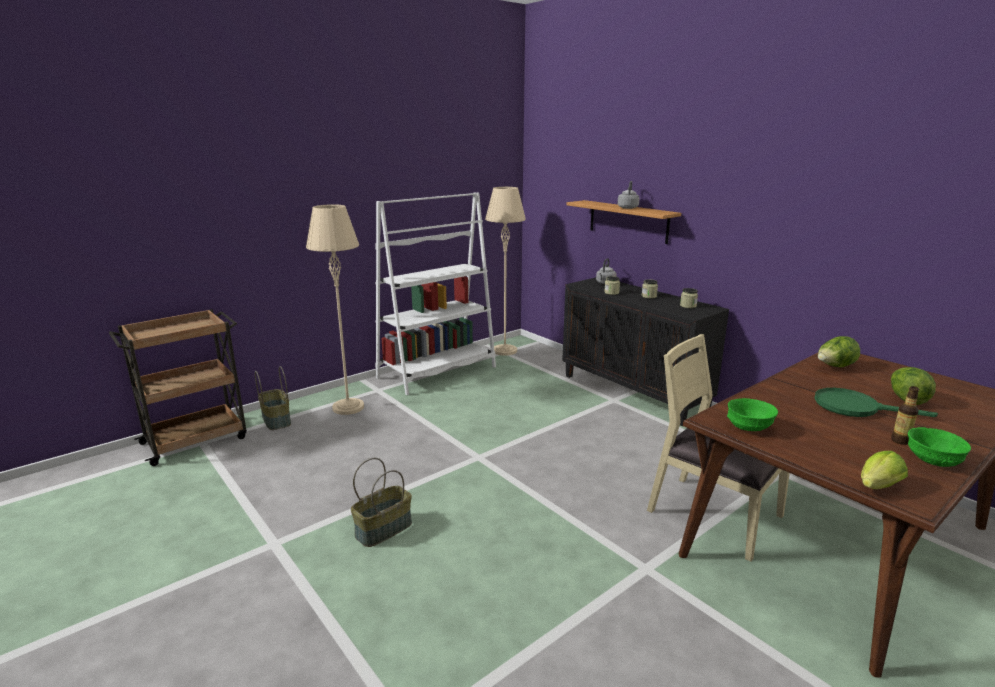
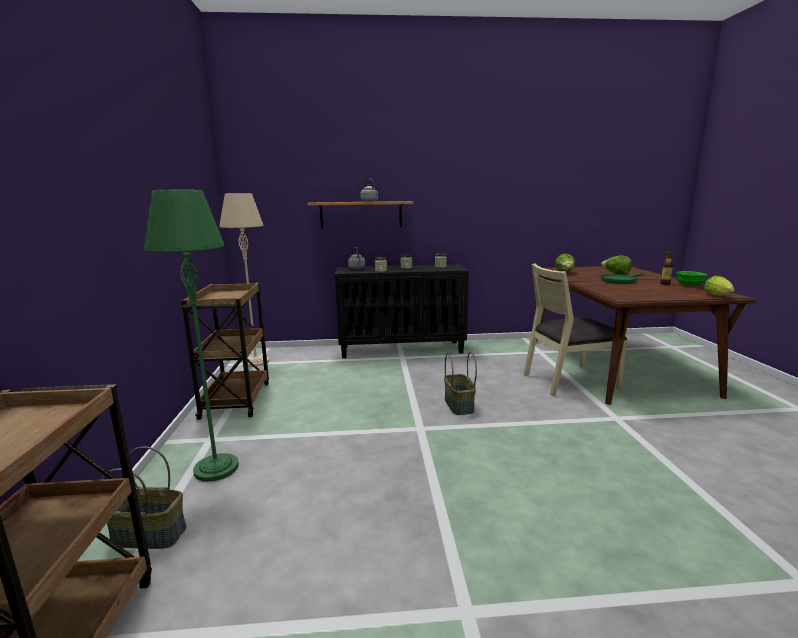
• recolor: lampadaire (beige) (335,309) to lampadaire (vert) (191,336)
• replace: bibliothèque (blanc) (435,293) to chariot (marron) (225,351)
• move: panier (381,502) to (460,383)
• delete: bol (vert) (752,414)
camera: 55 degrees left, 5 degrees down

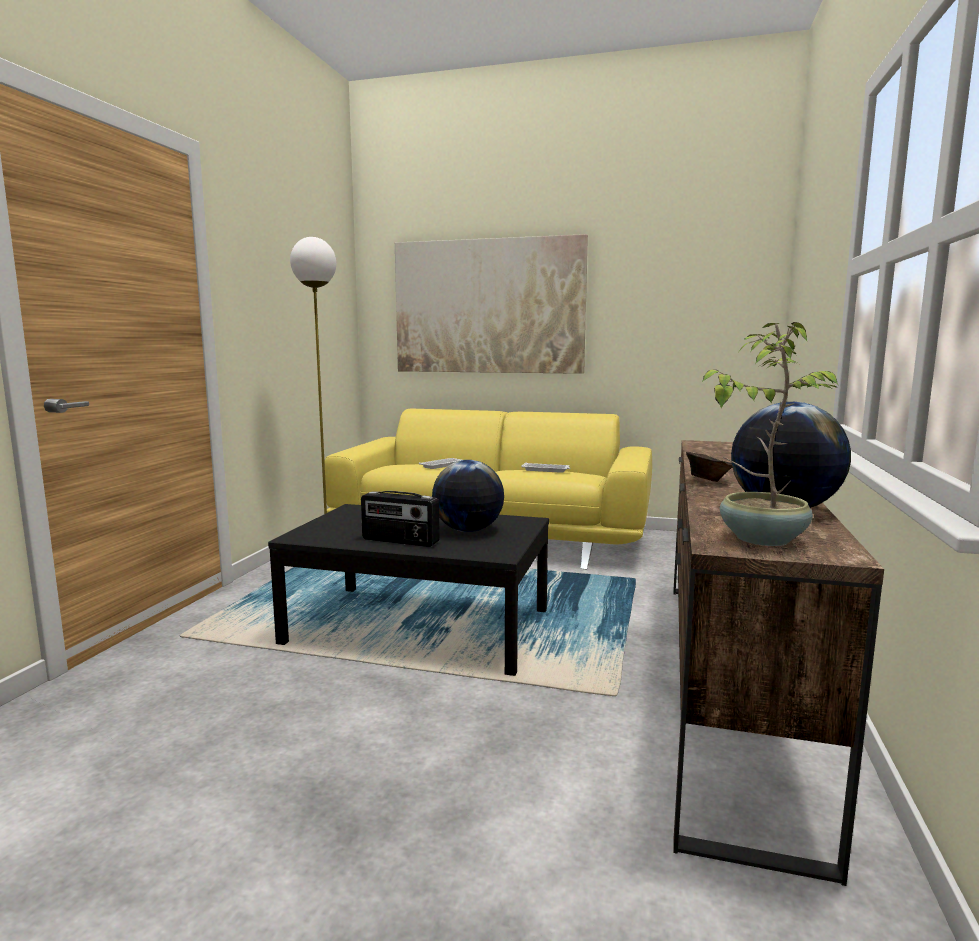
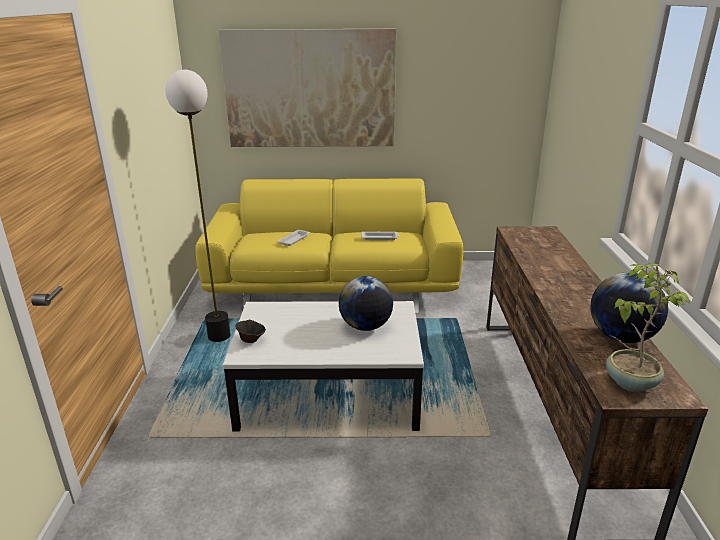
• recolor: table basse (noir) (408,590) to table basse (blanc) (323,366)
• move: bol (marron) (709,467) to (250,331)
• delete: radio (400,519)
camera: 15 degrees left, 15 degrees up

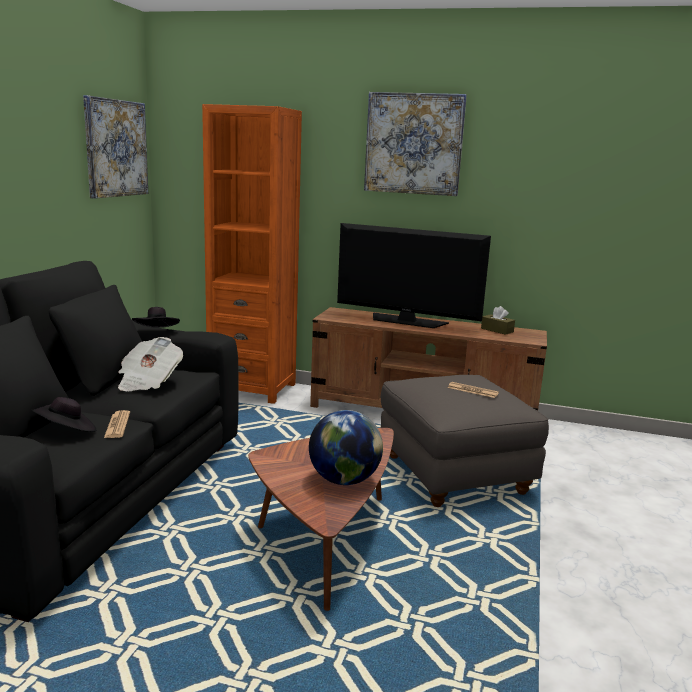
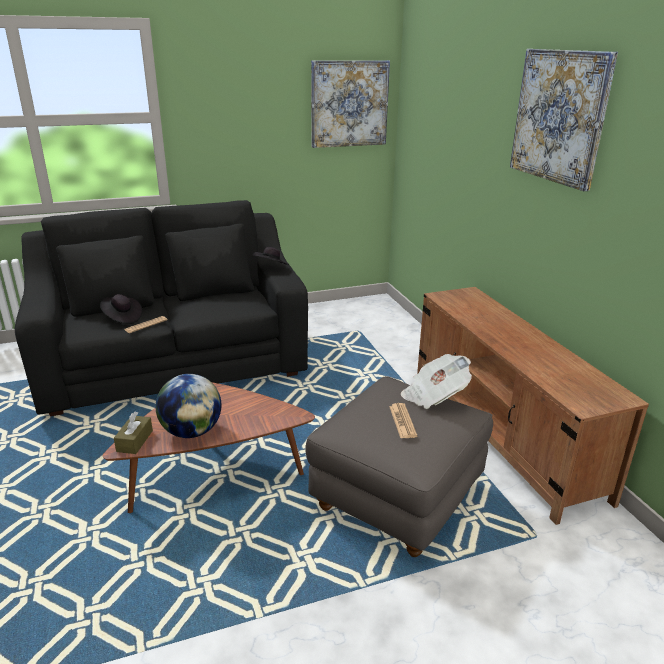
• move: boîte à mouchoirs (marron) (498,320) to (133,433)
• move: journal (150,364) to (436,381)
• delete: bibliothèque (orange) (252,254)
• delete: téléviseur (414,275)
camera: 55 degrees right, 10 degrees up

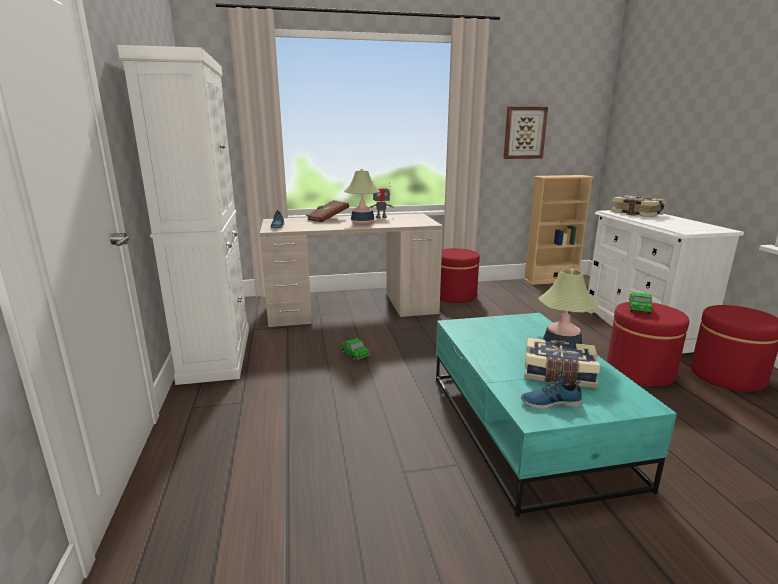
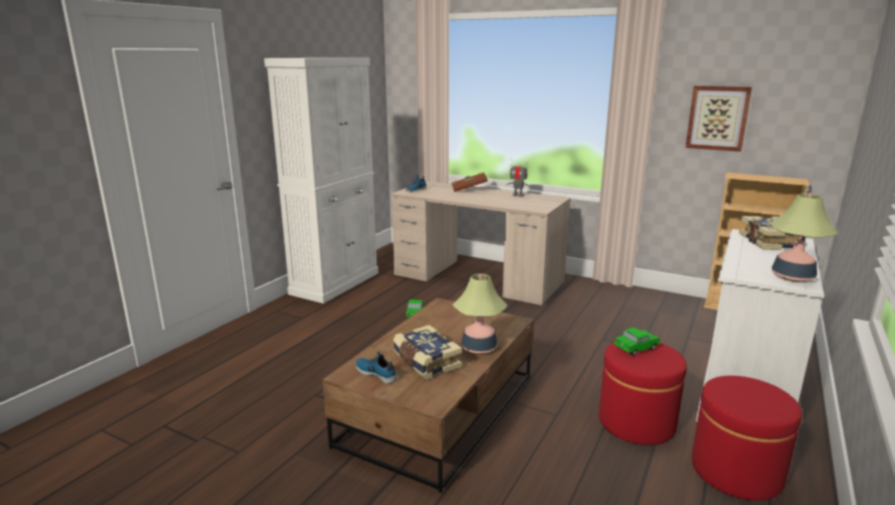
• recolor: table basse (turquoise) (556,415) to table basse (marron) (428,395)
• move: lampe de table (362,196) to (804,237)
• delete: pouf (rouge) (460,275)
camera: 40 degrees right, 0 degrees up

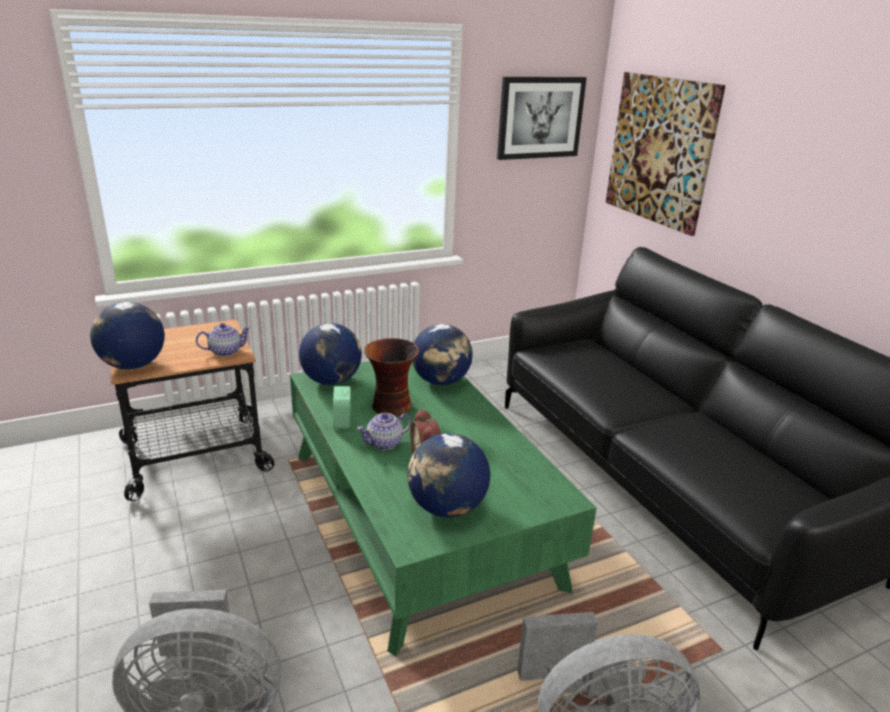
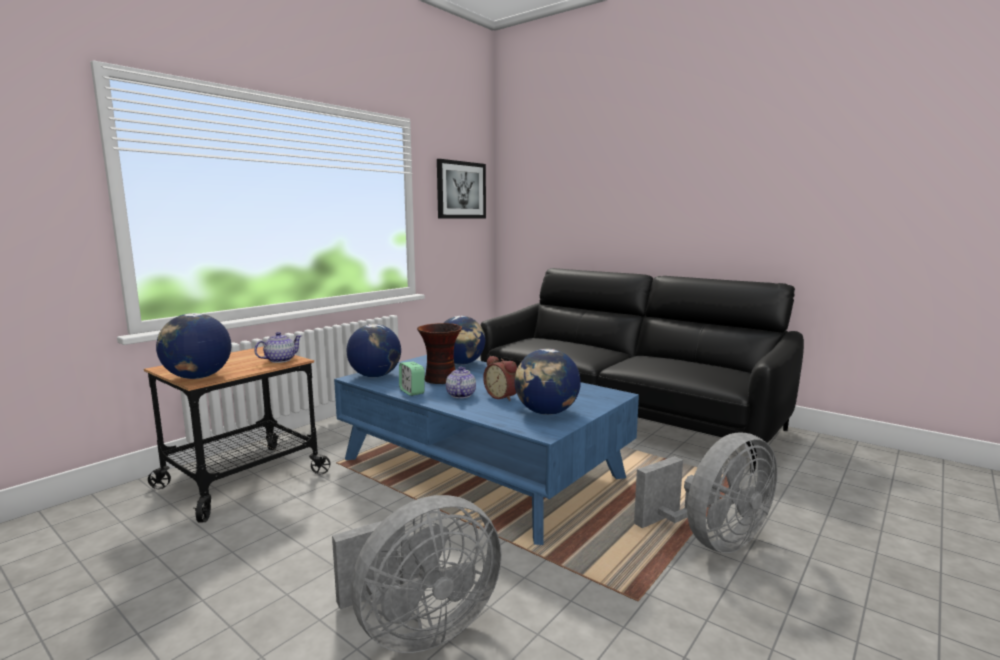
• recolor: table basse (vert) (443,508) to table basse (bleu) (486,450)
• rotate: théière (384,431) = (461,382) 150 degrees clockwise
• delete: tableau (666,154)
camera: 25 degrees left, 15 degrees down

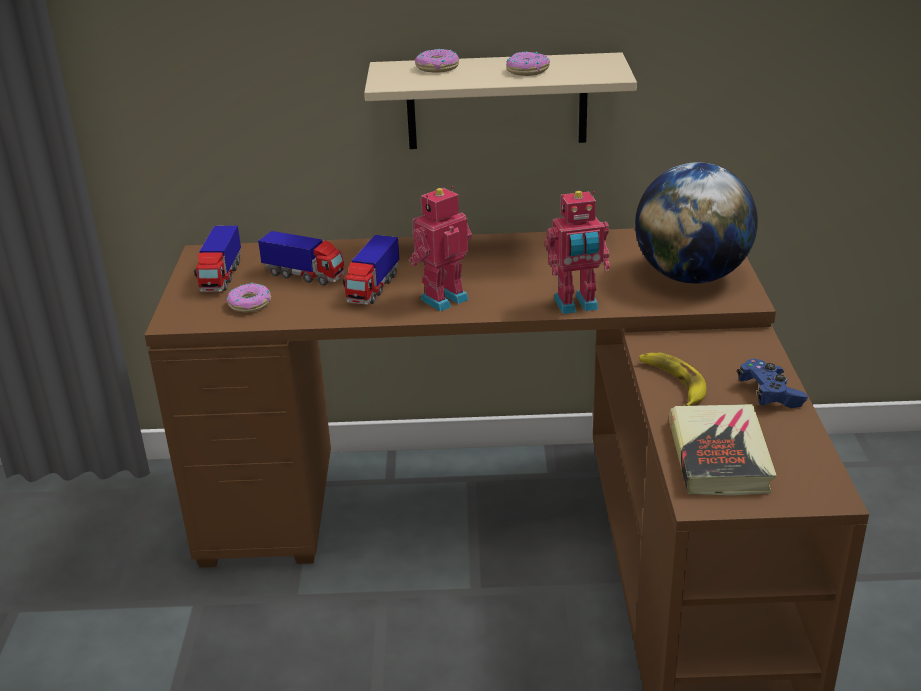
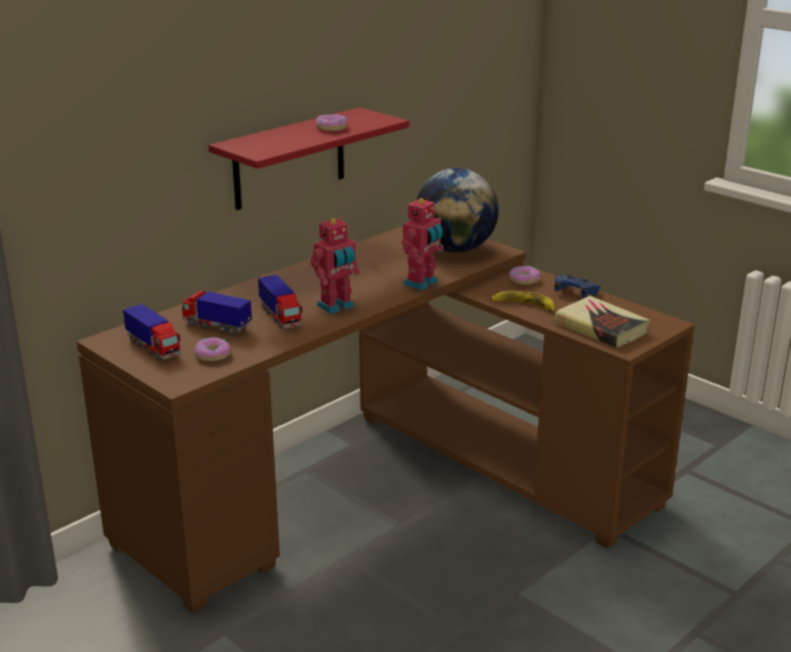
• rotate: camion jouet (301,258) = (217,313) 135 degrees counterclockwise
• recolor: étagère (beige) (500,100) to étagère (rouge) (308,158)
• rotate: robot jouet (440,249) = (335,265) 135 degrees counterclockwise
• move: beignet (437,61) to (525,275)
camera: 45 degrees left, 5 degrees down

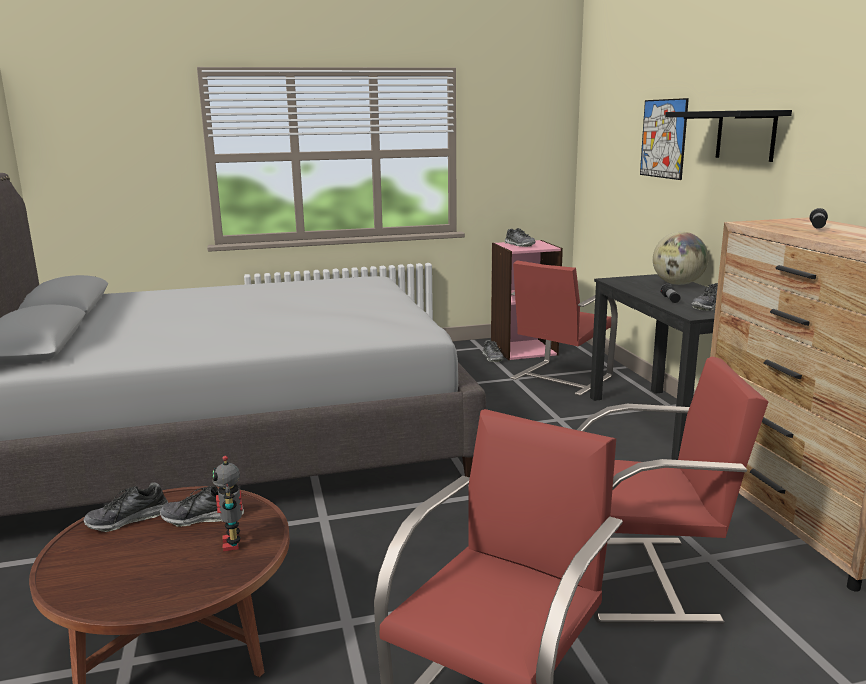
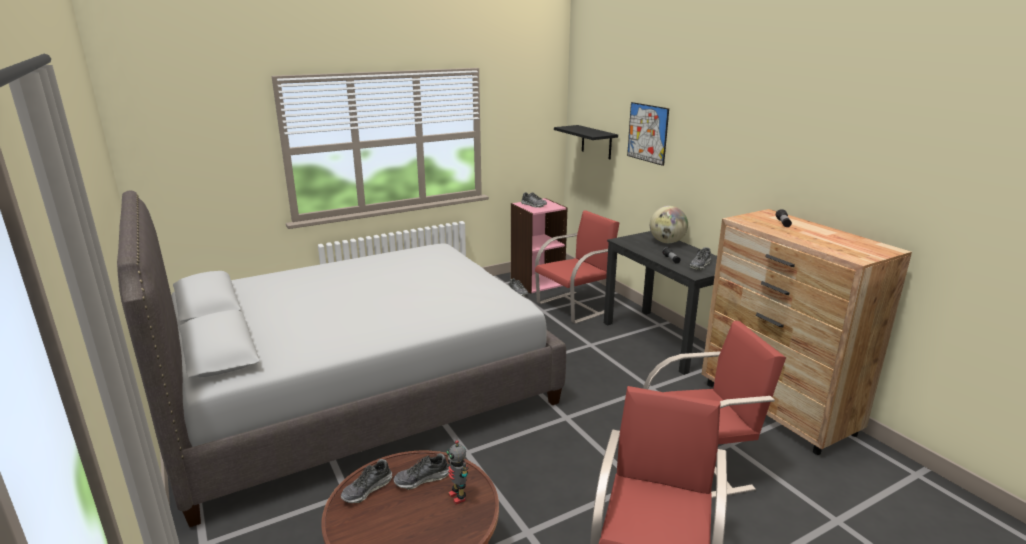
• rotate: chaise (rouge) (564,328) = (577,267) 150 degrees counterclockwise
• move: étagère (noir) (728,136) to (586,142)
camera: 15 degrees left, 5 degrees up

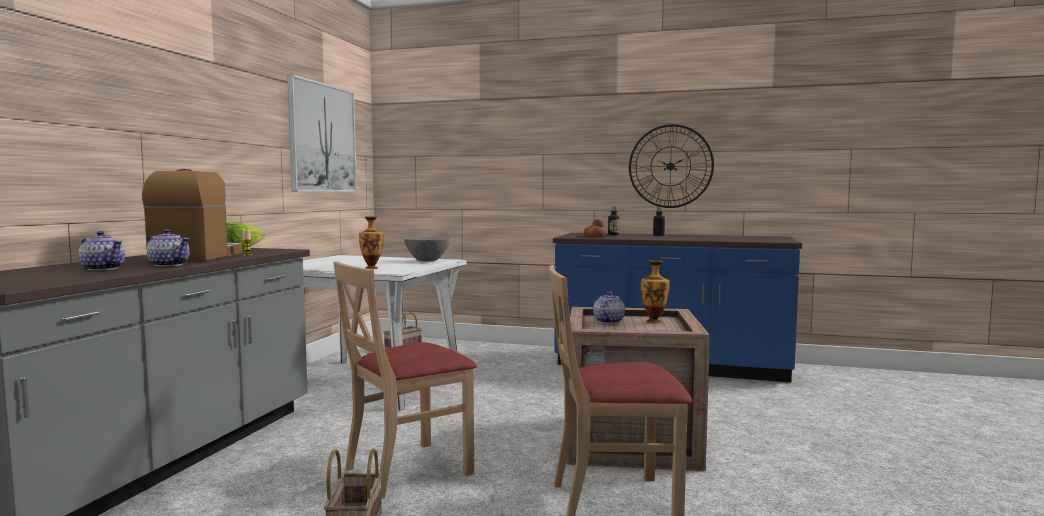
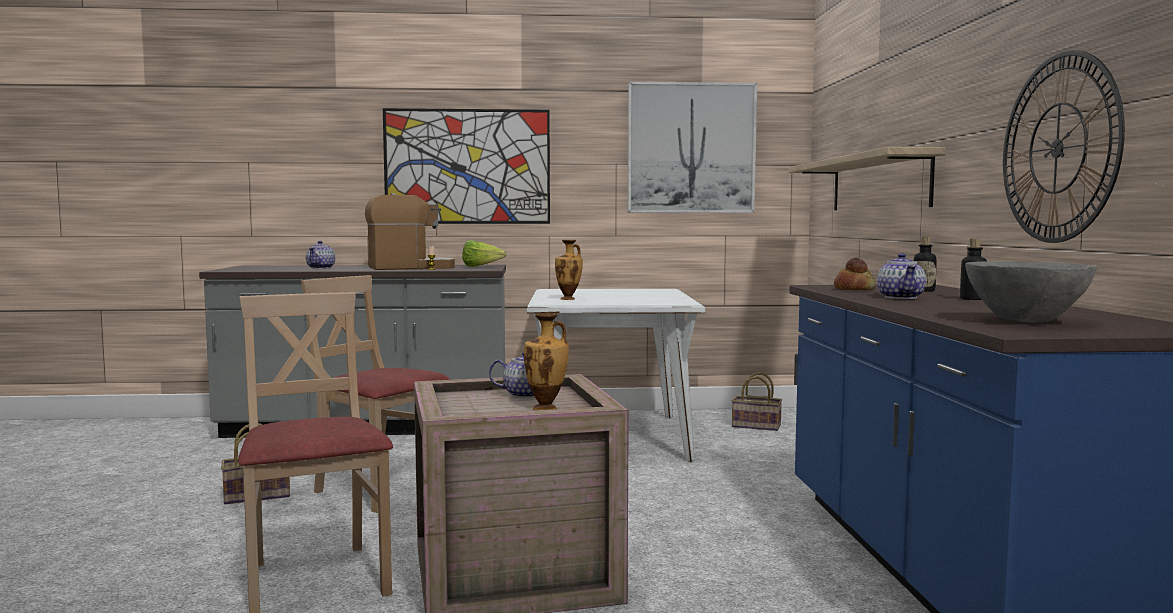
• insert: tableau (466,166)
• insert: étagère (867,178)
• move: théière (168,248) to (901,276)
• move: bol (gris) (427,249) to (1031,292)
camera: 70 degrees right, 0 degrees up

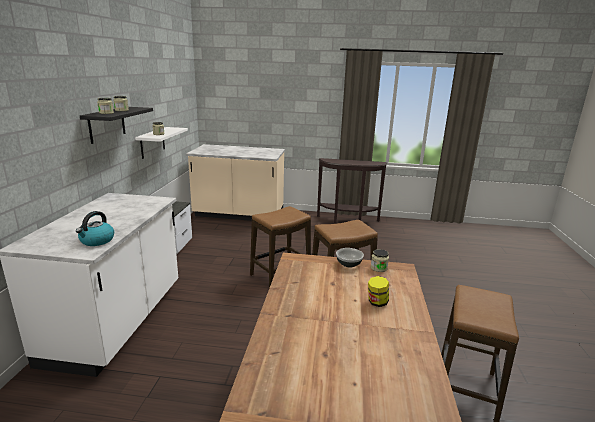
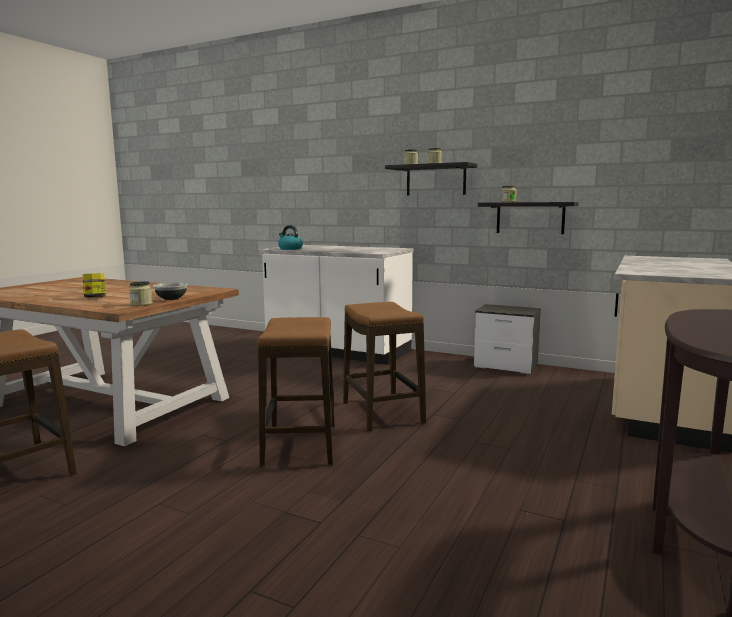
• recolor: étagère (blanc) (161,143) to étagère (noir) (528,218)
camera: 110 degrees right, 10 degrees down

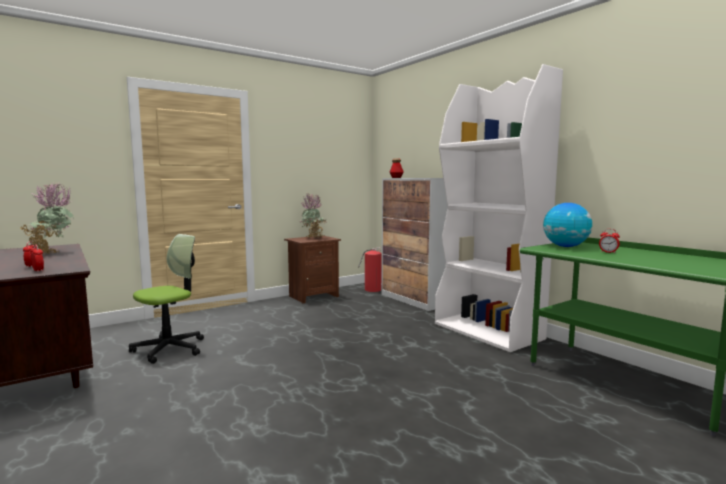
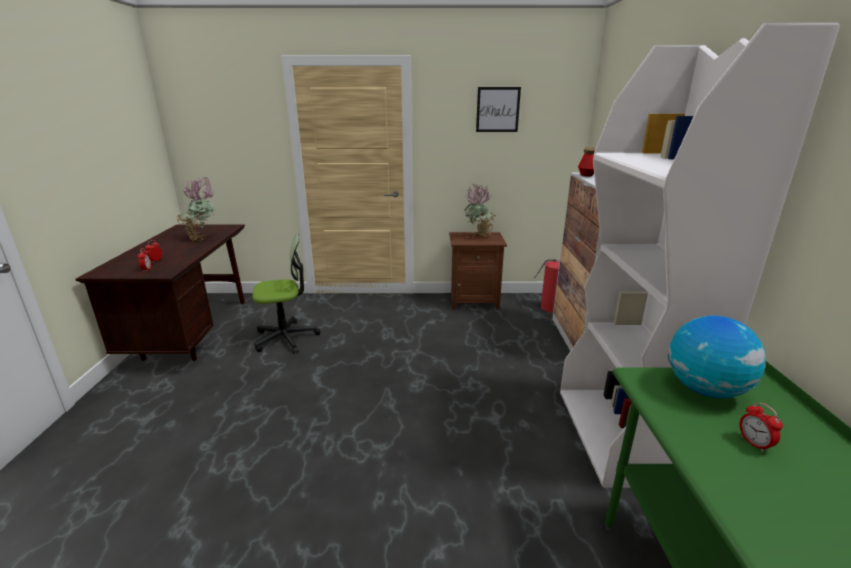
• insert: tableau (498,109)
camera: 35 degrees right, 15 degrees up

